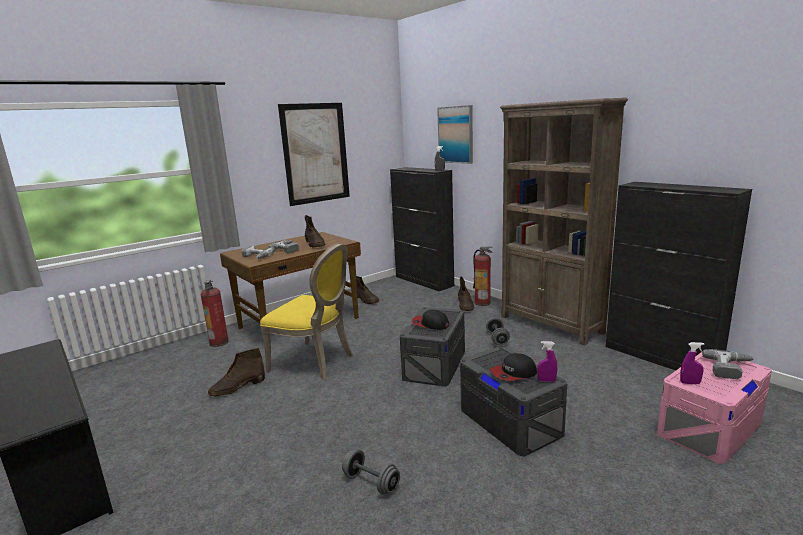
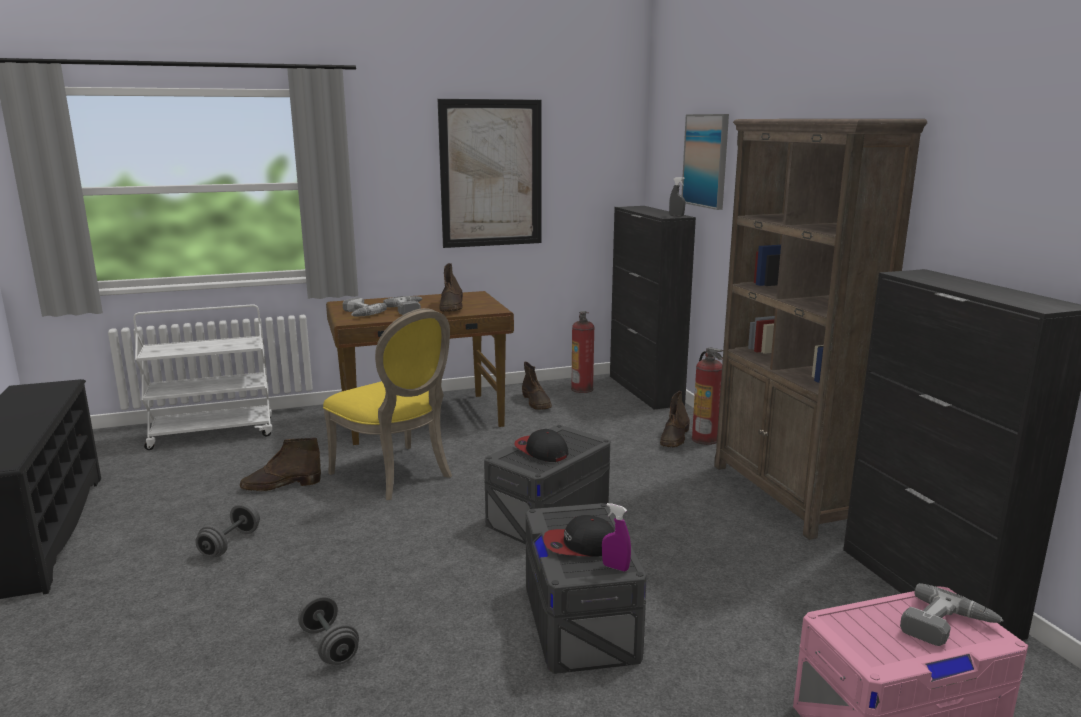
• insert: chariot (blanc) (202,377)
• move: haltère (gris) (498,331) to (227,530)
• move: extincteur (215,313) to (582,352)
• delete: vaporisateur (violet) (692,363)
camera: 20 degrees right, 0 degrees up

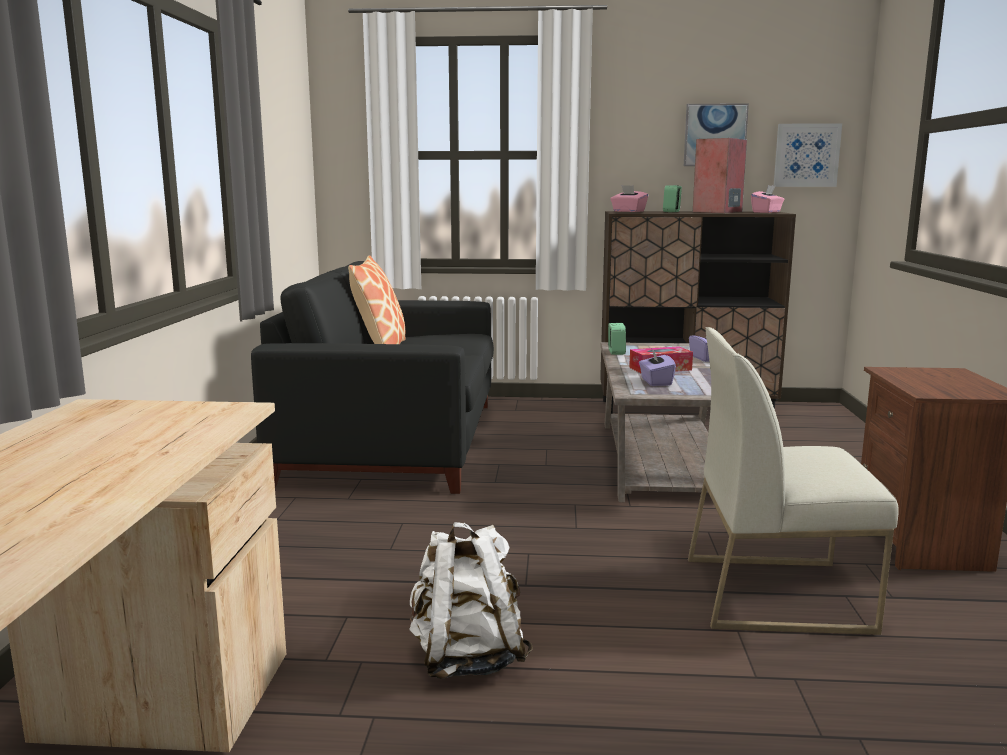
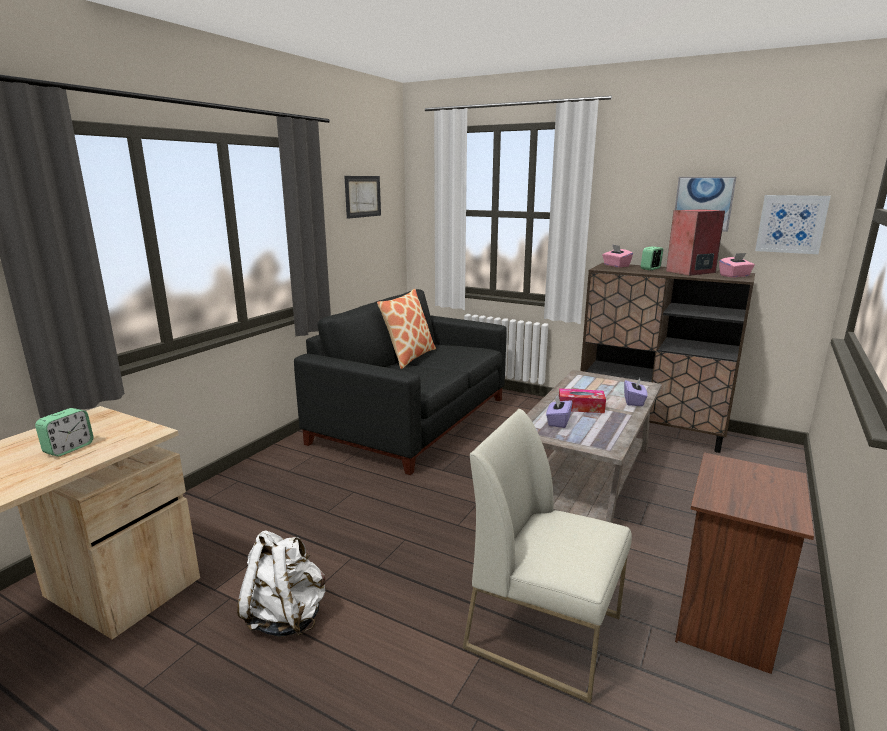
• move: réveil (617,339) to (64,432)
• insert: tableau (362,197)
camera: 25 degrees right, 5 degrees up

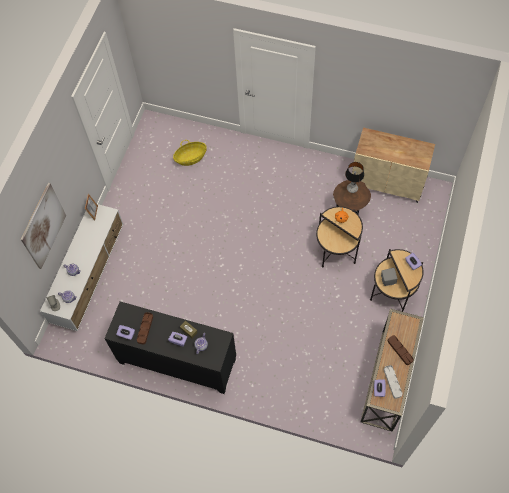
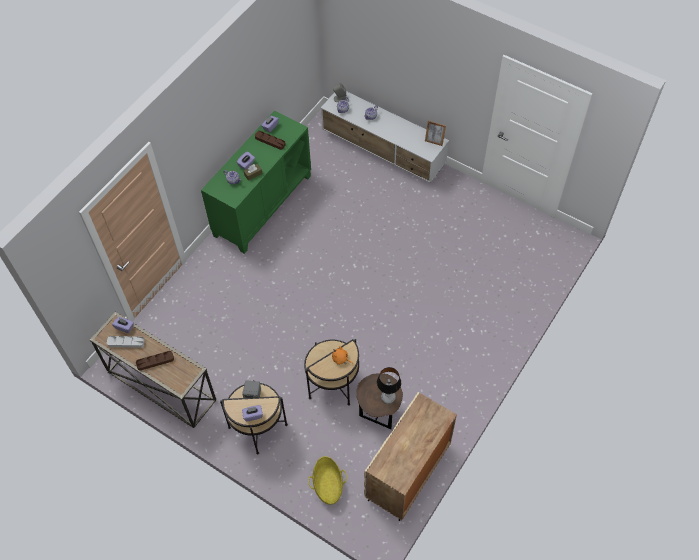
• recolor: meuble de rangement (noir) (170,347) to meuble de rangement (vert) (256,182)
• move: panier (190,153) to (327,480)
• delete: tableau (43,226)
camera: 105 degrees right, 5 degrees down

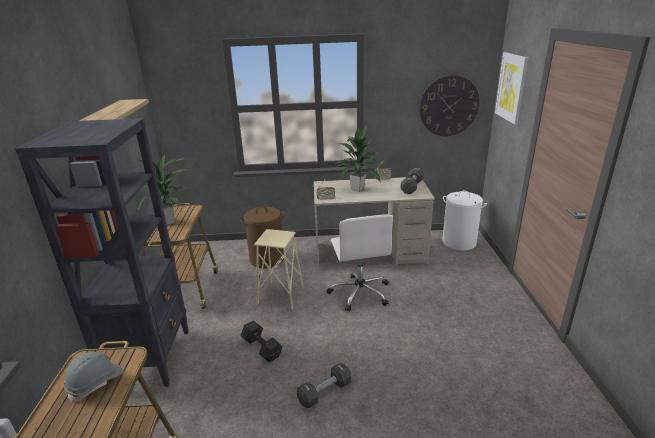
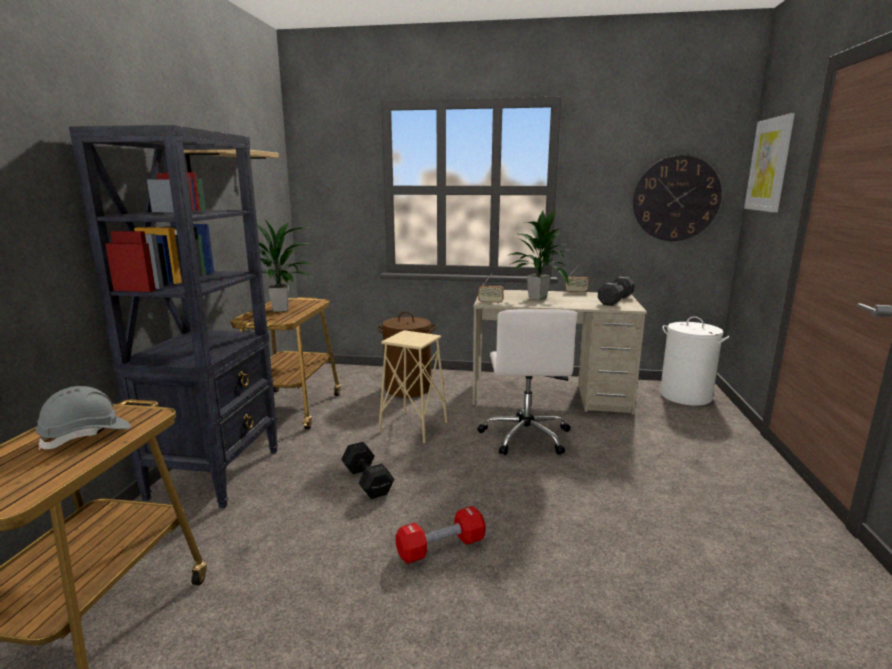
• recolor: haltère (noir) (324,385) to haltère (rouge) (440,535)
camera: 10 degrees right, 10 degrees down

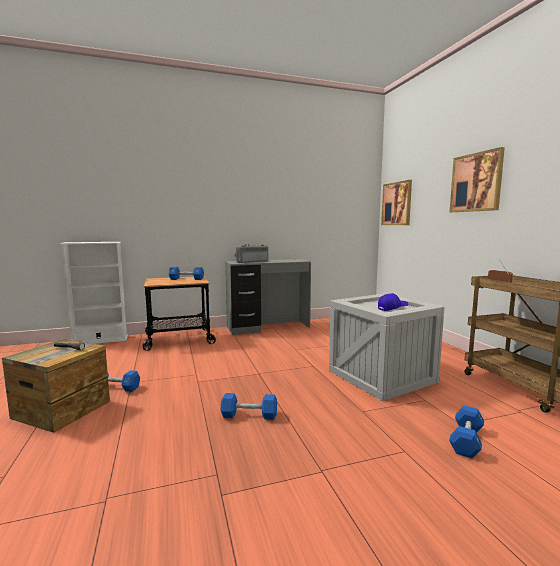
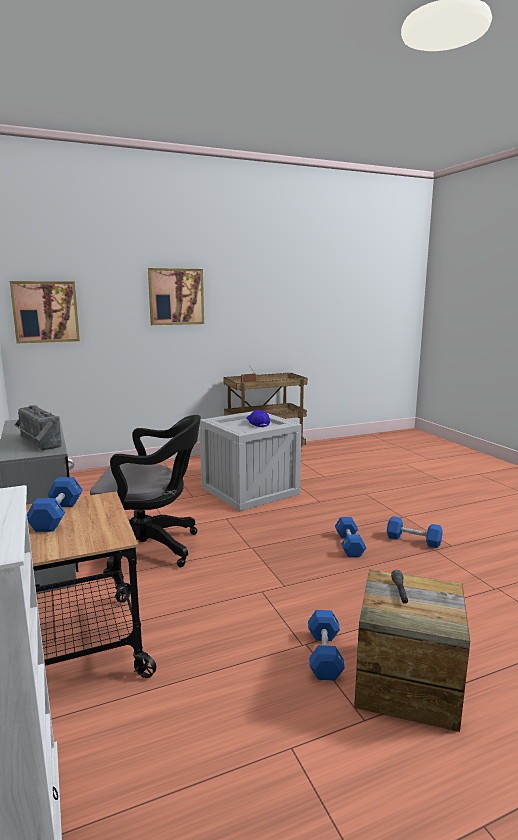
• insert: chaise de bureau (noir) (145,494)
• move: haltère (bleu) (466,432) to (414,532)
camera: 95 degrees left, 5 degrees up

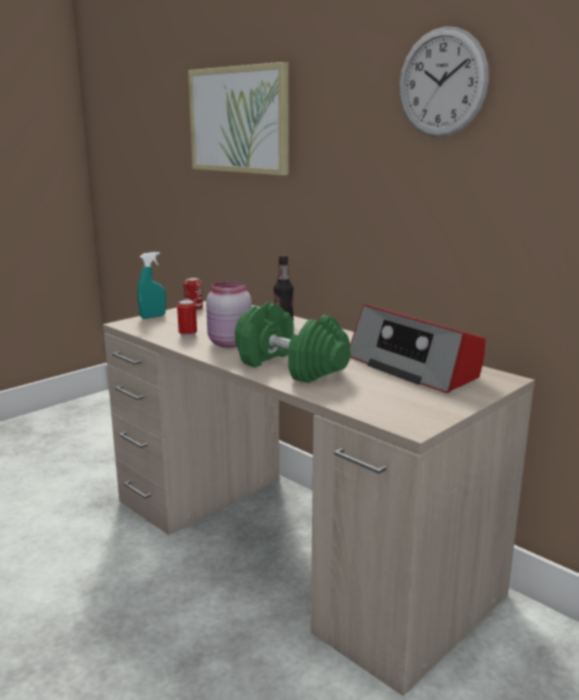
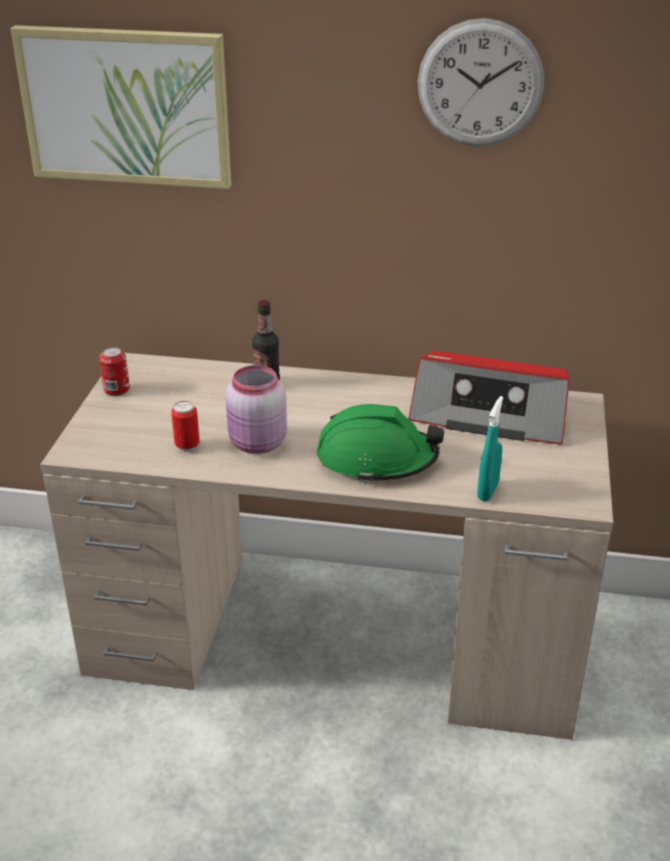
• replace: haltère (vert) (292,343) to casque de chantier (vert) (380,444)
• move: vaporisateur (turquoise) (151,285) to (490,448)
camera: 35 degrees left, 15 degrees up

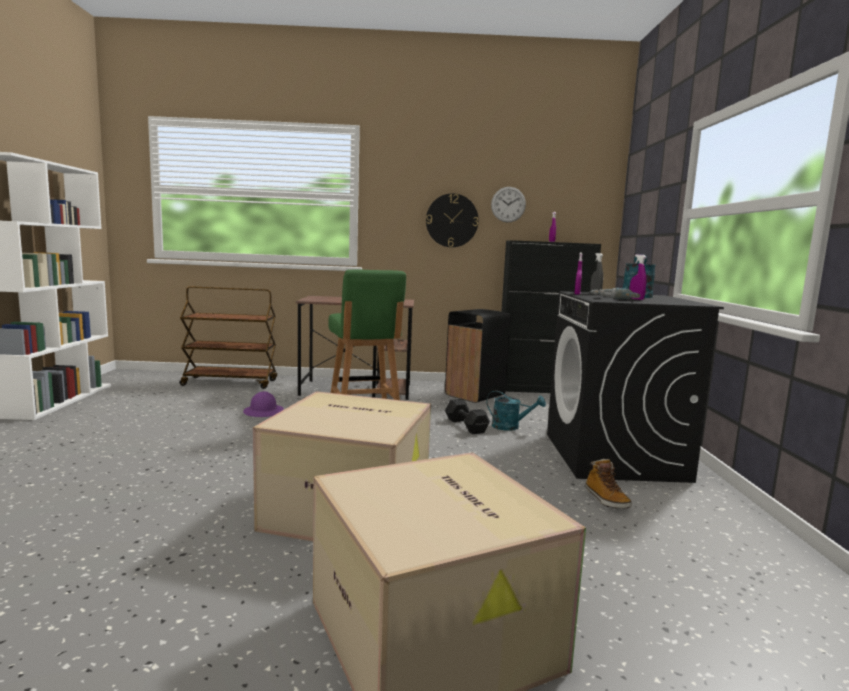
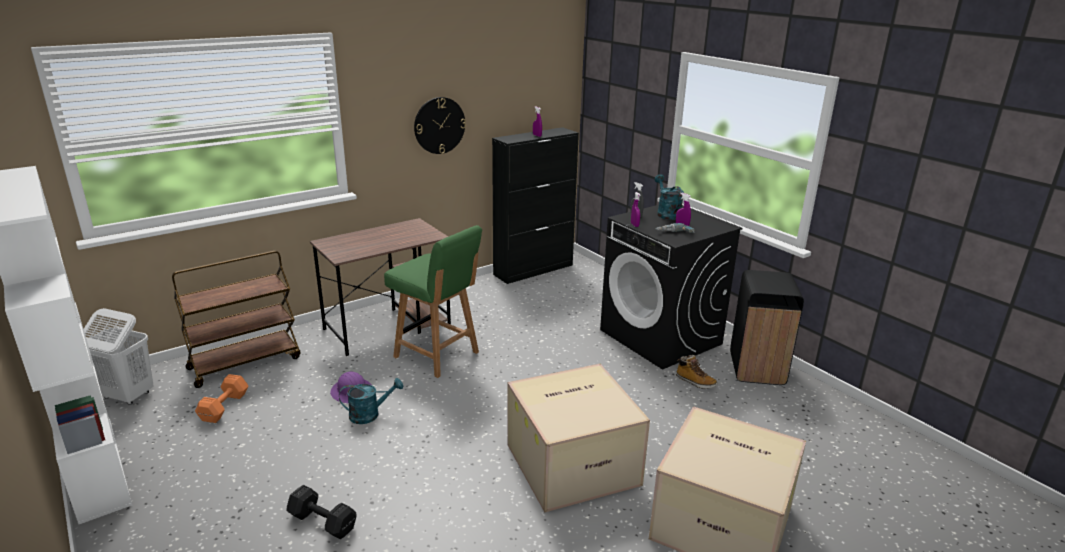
• insert: panier à linge (blanc) (119,356)
• insert: haltère (orange) (221,398)
• move: haltère (noir) (467,416) to (322,512)
• move: arrosoir (turquoise) (516,410) to (371,401)
• move: poubelle (noir) (478,356) to (767,327)
• delete: horloge murale (508,205)
camera: 35 degrees left, 15 degrees up

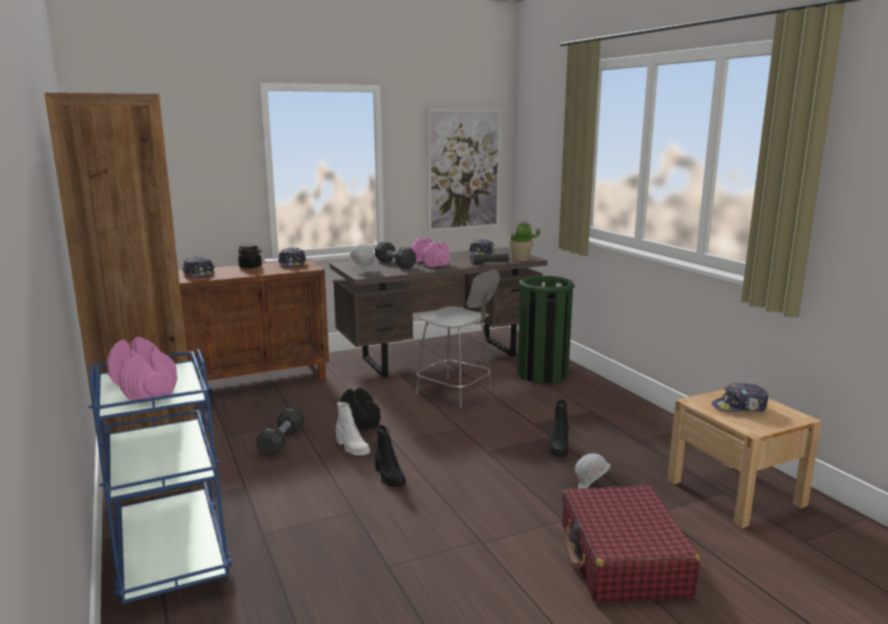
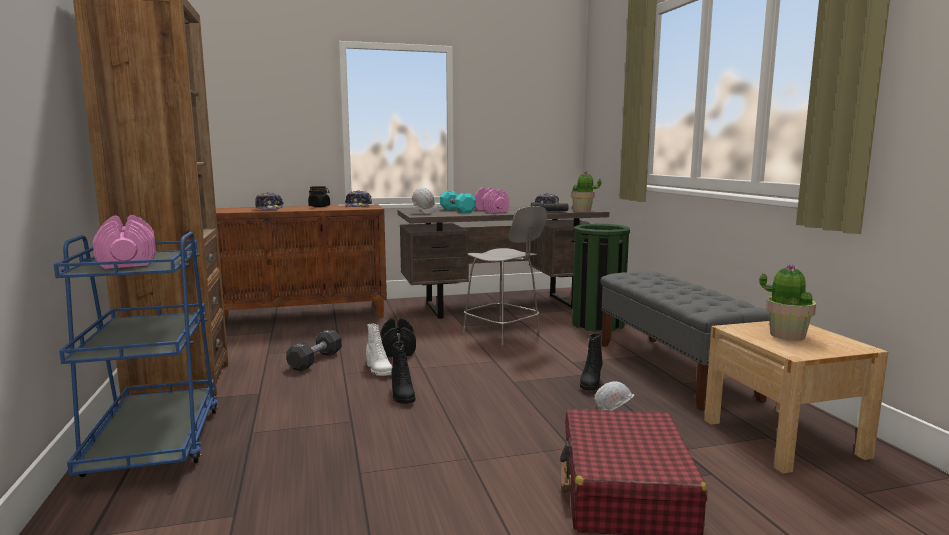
• recolor: haltère (noir) (395,255) to haltère (turquoise) (458,202)
• insert: banc (gris) (685,341)
• replace: casquette (740,397) to plante en pot (787,302)
• delete: tableau (464,170)
camera: 10 degrees right, 5 degrees down

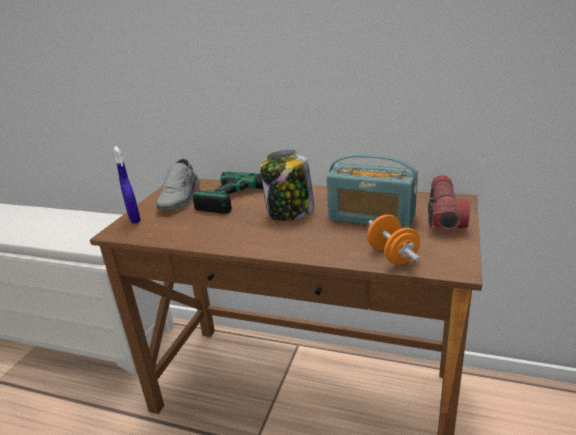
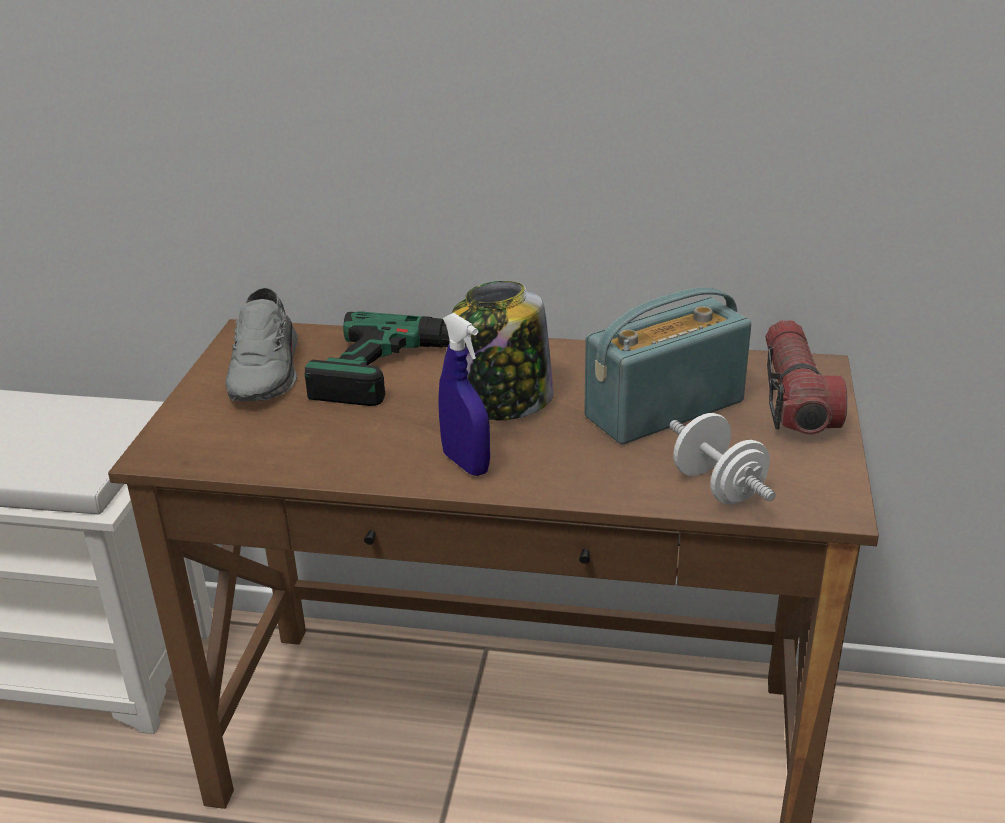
• move: vaporisateur (bleu) (127,185) to (464,394)
• rotate: radio (372,191) = (667,366) 135 degrees clockwise
• recolor: haltère (orange) (393,240) to haltère (blanc) (722,459)
camera: 10 degrees left, 5 degrees up

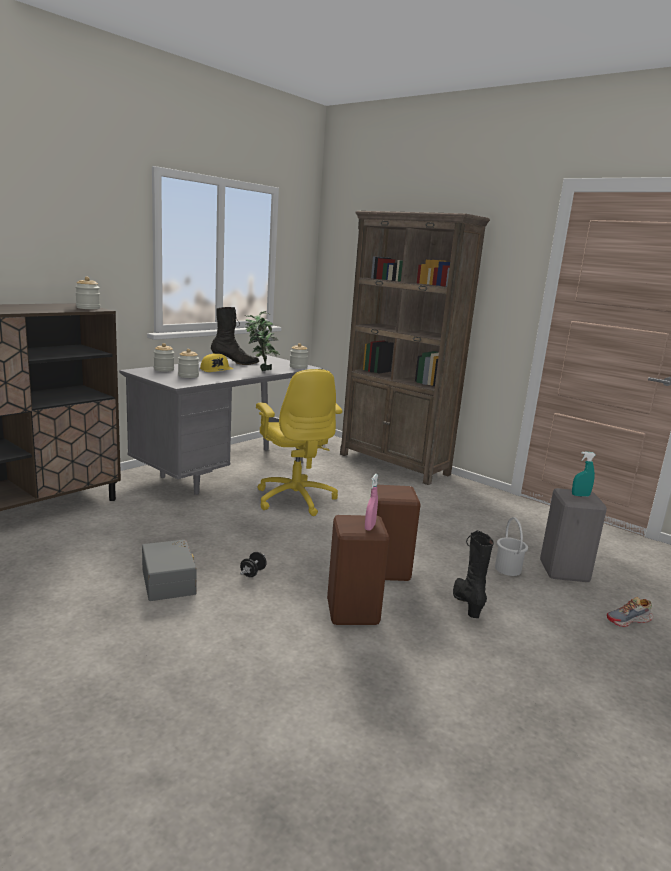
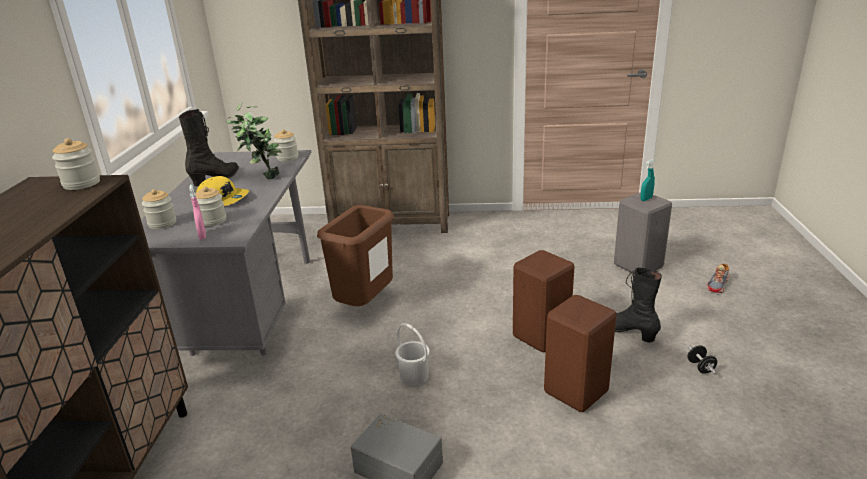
• move: vaporisateur (rose) (371,502) to (197,212)
• replace: chaise de bureau (jaune) (299,442) to poubelle (marron) (355,255)
• move: seau (blanc) (511,546) to (412,354)
• move: haltère (noir) (253,564) to (702,360)
camera: 35 degrees left, 10 degrees up

